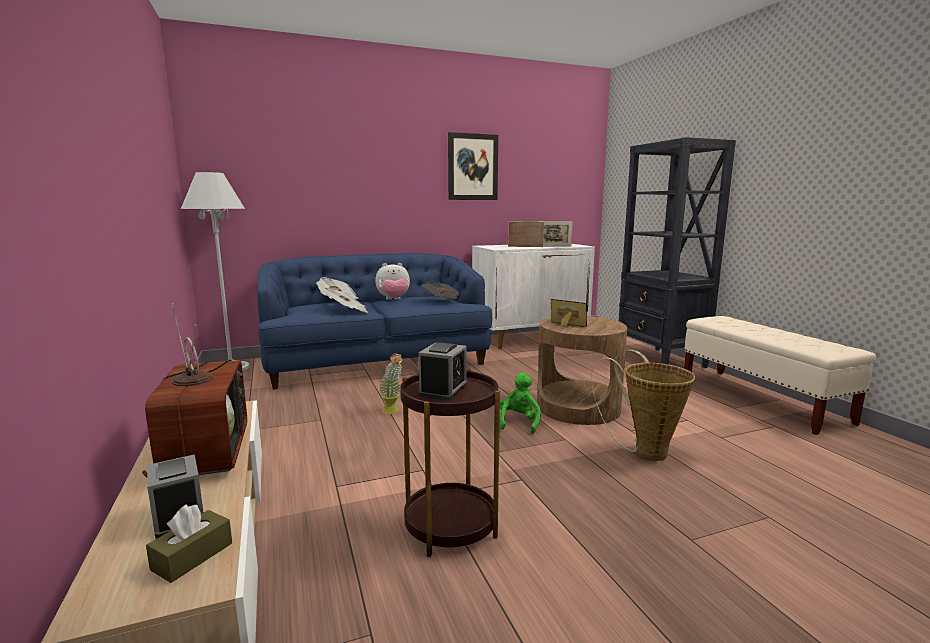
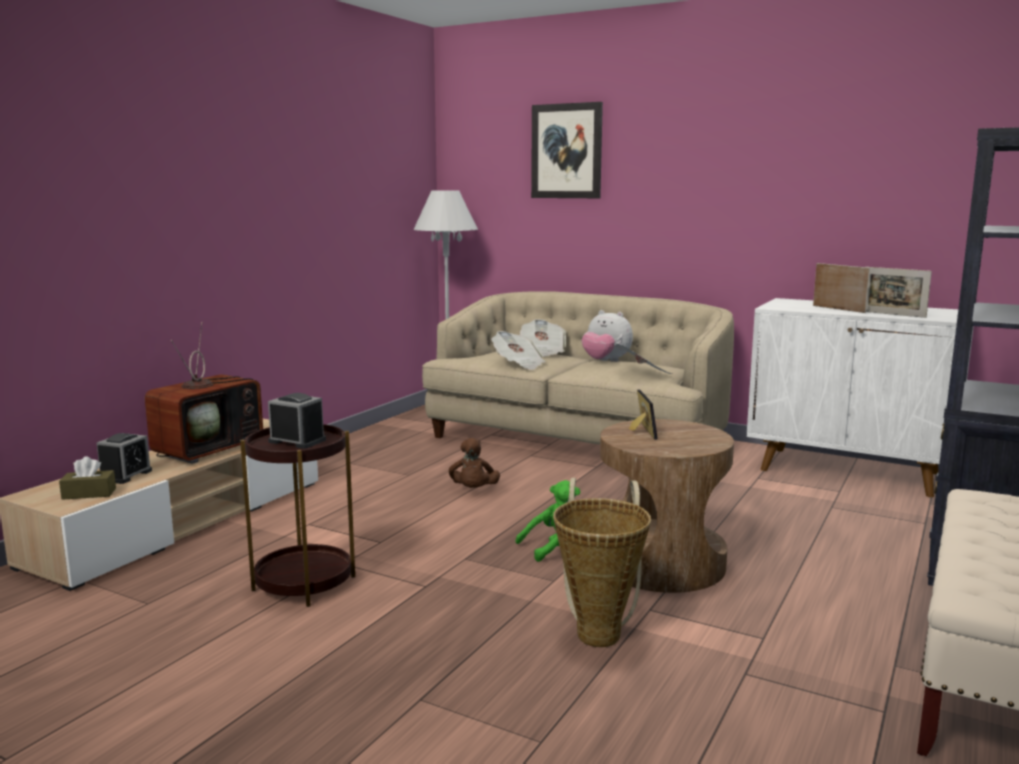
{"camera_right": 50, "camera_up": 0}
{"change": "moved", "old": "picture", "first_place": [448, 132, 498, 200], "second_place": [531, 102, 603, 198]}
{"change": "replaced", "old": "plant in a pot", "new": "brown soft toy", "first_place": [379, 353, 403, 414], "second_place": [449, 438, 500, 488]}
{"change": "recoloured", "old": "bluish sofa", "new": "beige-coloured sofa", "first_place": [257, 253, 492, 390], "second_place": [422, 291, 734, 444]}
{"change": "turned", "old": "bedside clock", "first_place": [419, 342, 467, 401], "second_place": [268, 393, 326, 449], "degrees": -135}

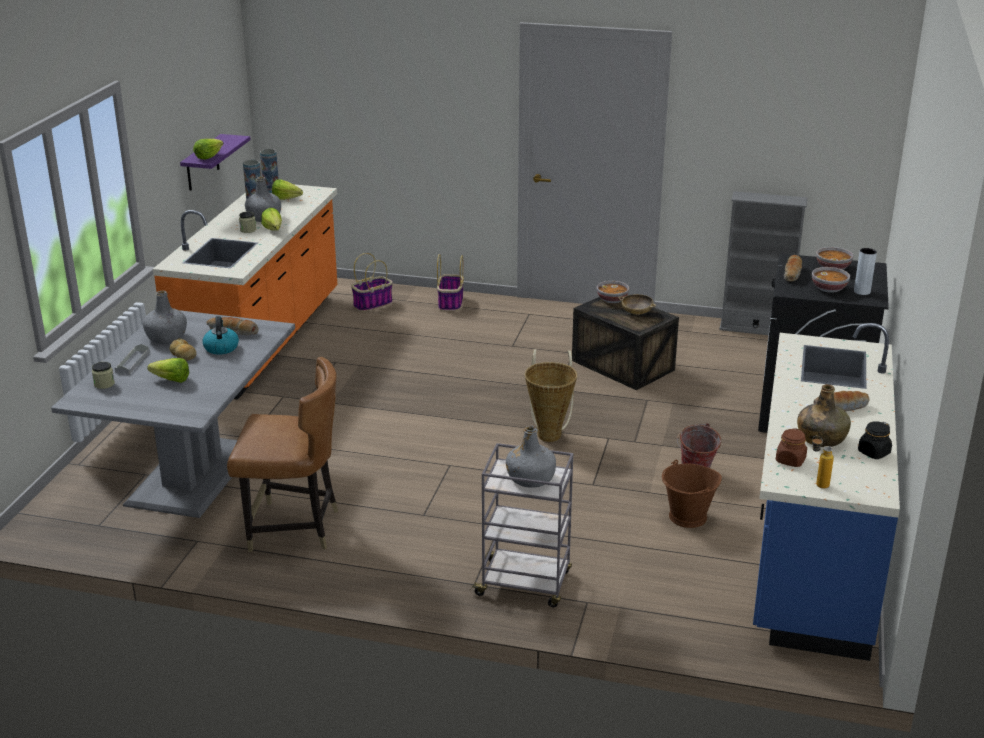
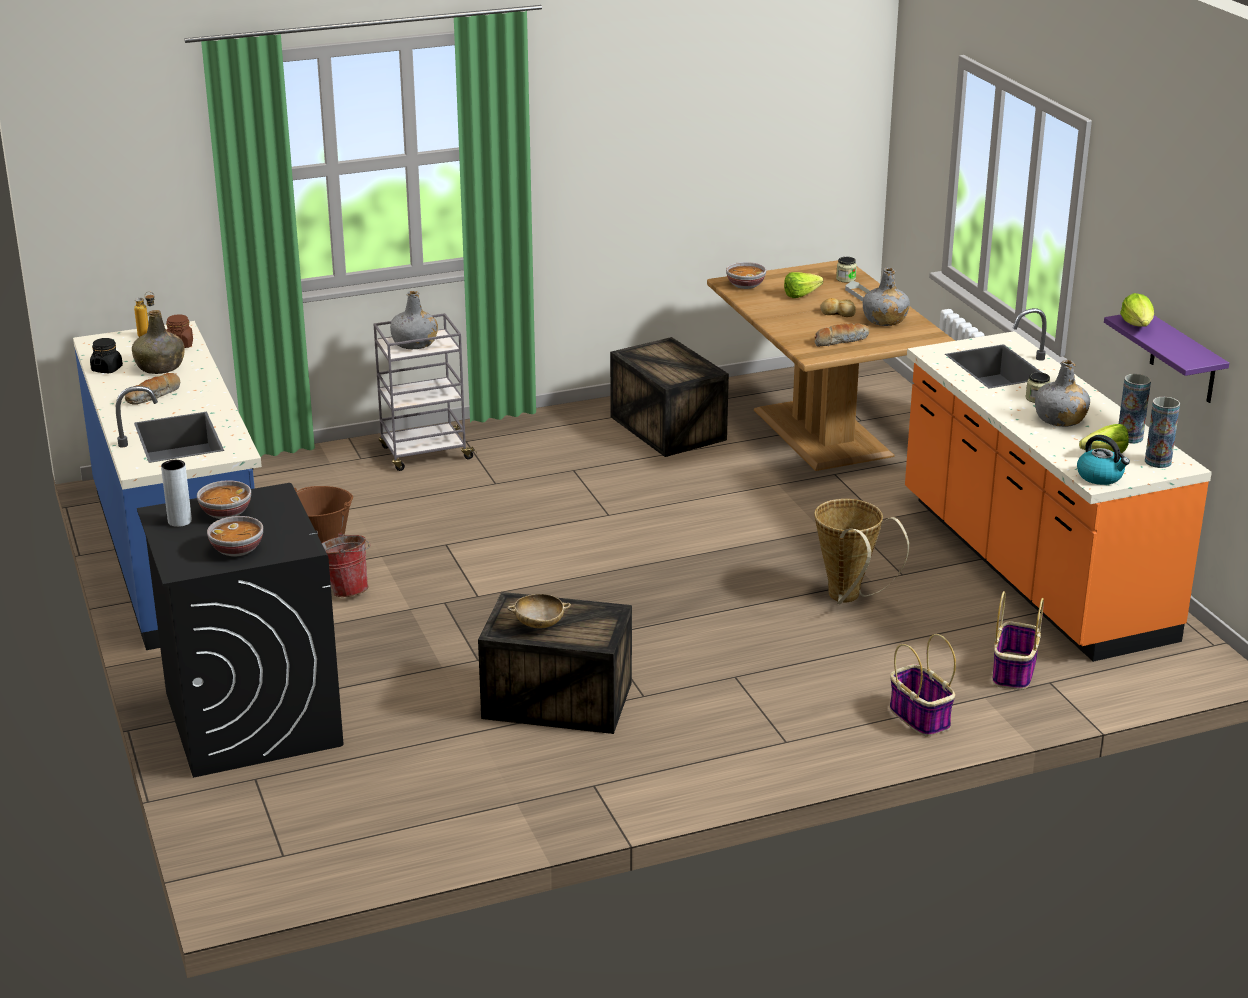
{"camera_right": 145, "camera_up": 0}
{"change": "removed", "old": "head of lettuce", "first_place": [261, 208, 282, 231]}
{"change": "removed", "old": "grey bookcase", "first_place": [719, 191, 808, 335]}
{"change": "removed", "old": "bread", "first_place": [784, 255, 802, 281]}
{"change": "moved", "old": "water kettle", "first_place": [202, 316, 239, 355], "second_place": [1077, 435, 1130, 485]}
{"change": "moved", "old": "basket", "first_place": [525, 349, 577, 442], "second_place": [814, 499, 909, 604]}
{"change": "moved", "old": "bowl", "first_place": [597, 281, 629, 303], "second_place": [726, 262, 766, 289]}
{"change": "replaced", "old": "brown plain chair", "new": "crate", "first_place": [227, 357, 338, 552], "second_place": [610, 337, 729, 457]}
{"change": "recoloured", "old": "grey dining table", "new": "brown dining table", "first_place": [51, 310, 295, 518], "second_place": [707, 260, 955, 471]}

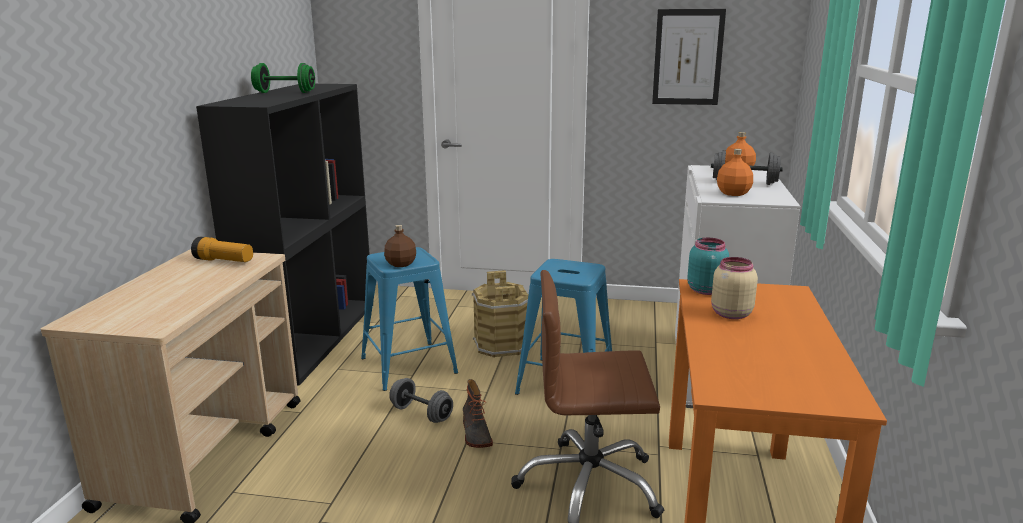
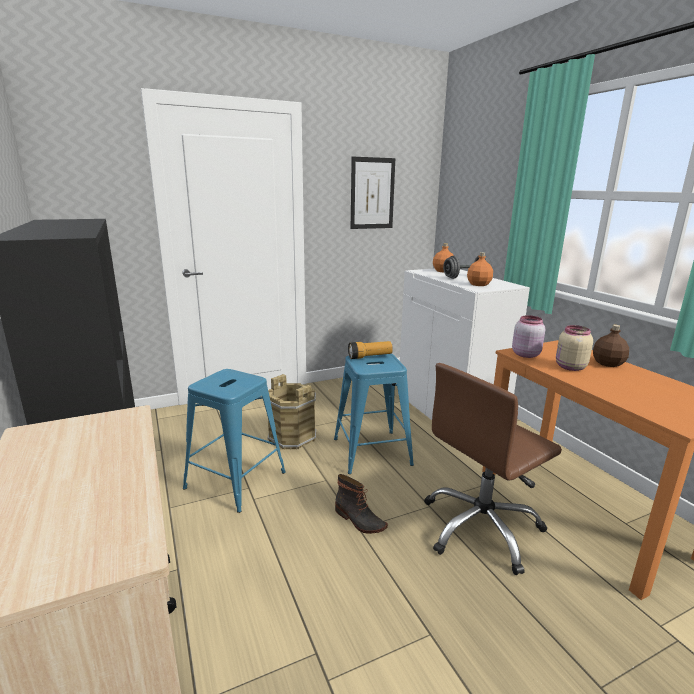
{"camera_right": -35, "camera_up": 0}
{"change": "removed", "old": "green-coloured hand weight", "first_place": [251, 63, 315, 93]}
{"change": "removed", "old": "grey hand weight", "first_place": [389, 378, 453, 423]}
{"change": "moved", "old": "torch", "first_place": [191, 237, 253, 262], "second_place": [348, 341, 393, 359]}
{"change": "moved", "old": "brown bottle", "first_place": [384, 225, 416, 267], "second_place": [593, 325, 629, 367]}
{"change": "recoloured", "old": "turquoise-coloured storage jar", "new": "pink storage jar", "first_place": [687, 238, 729, 295], "second_place": [512, 315, 545, 358]}

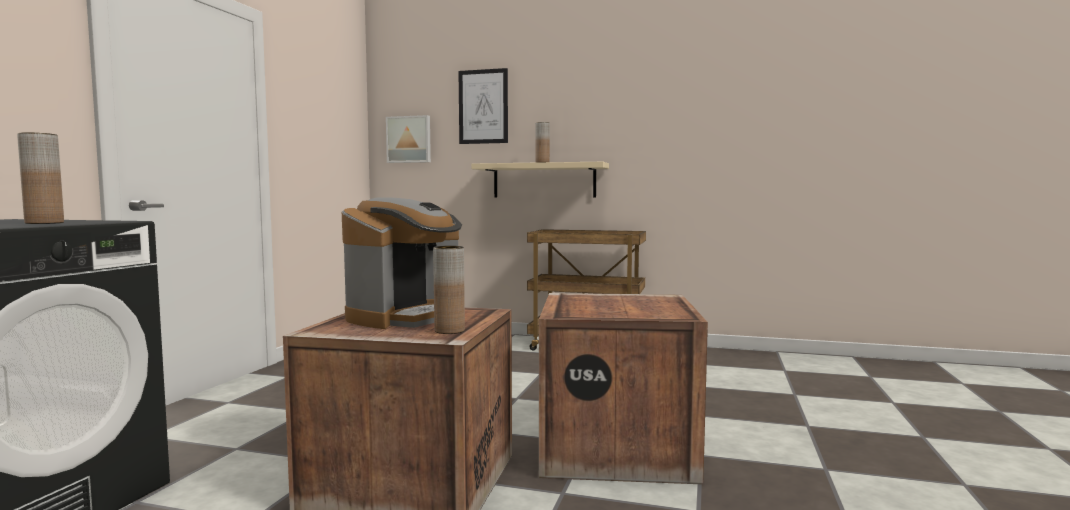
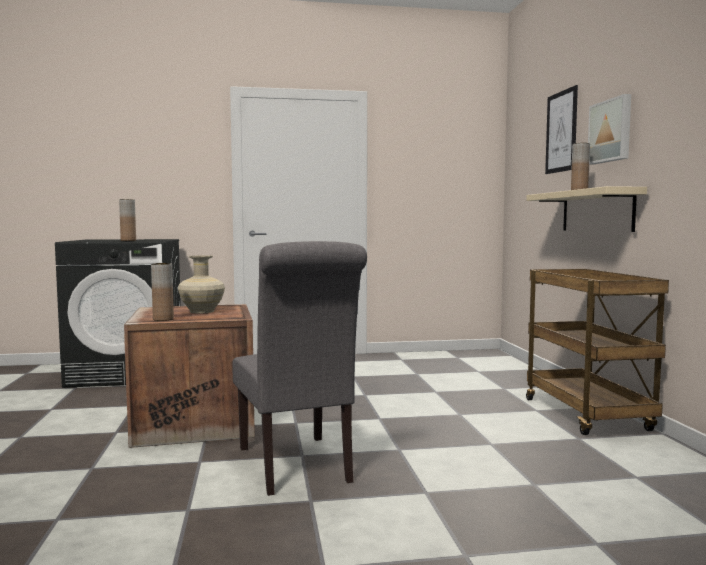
{"camera_right": 65, "camera_up": 0}
{"change": "moved", "old": "picture", "first_place": [386, 115, 431, 163], "second_place": [588, 94, 631, 165]}
{"change": "replaced", "old": "coffee brewer", "new": "beige-coloured decorative vase", "first_place": [342, 197, 462, 329], "second_place": [178, 255, 225, 313]}
{"change": "replaced", "old": "crate", "new": "grey plain chair", "first_place": [539, 293, 708, 484], "second_place": [232, 241, 367, 496]}

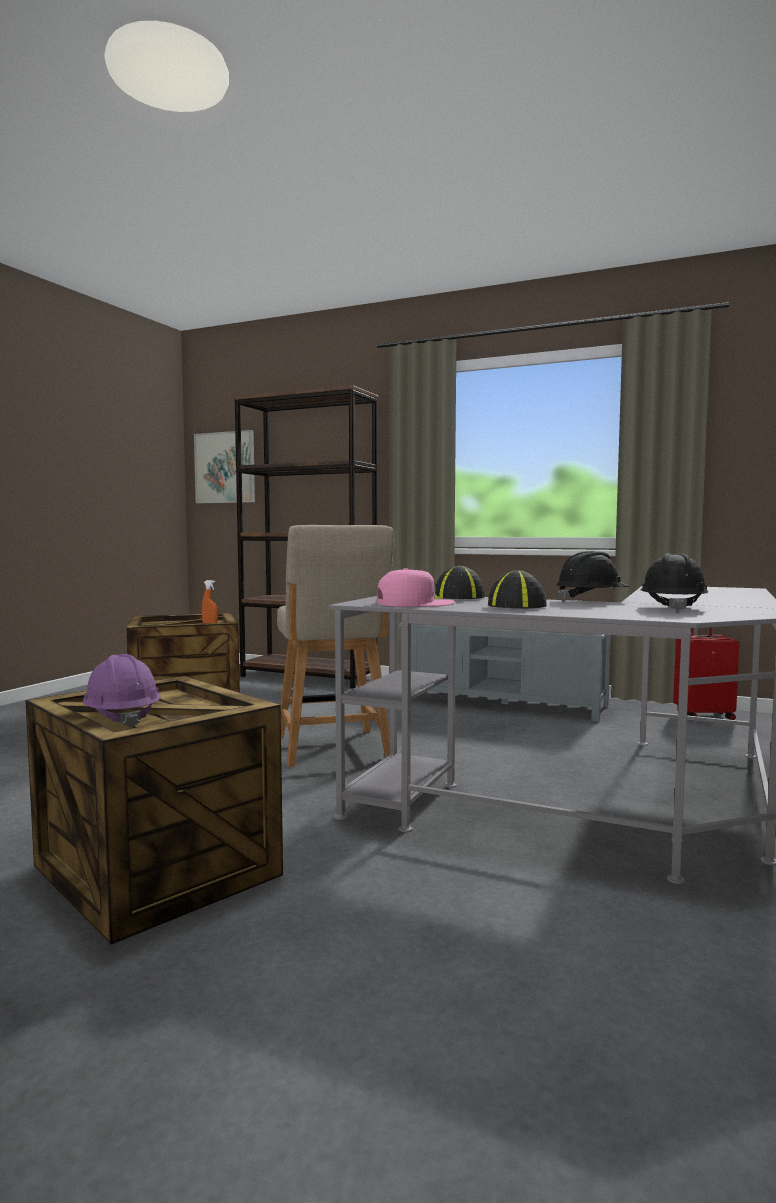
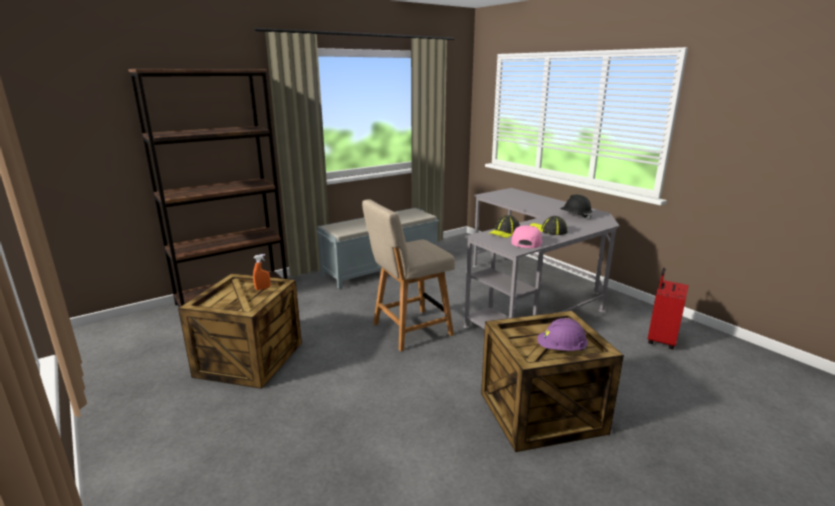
{"camera_right": -60, "camera_up": 15}
{"change": "removed", "old": "picture", "first_place": [194, 430, 255, 503]}
{"change": "removed", "old": "black hard hat", "first_place": [556, 551, 630, 602]}
{"change": "moved", "old": "red suitcase", "first_place": [673, 627, 740, 720], "second_place": [648, 268, 689, 349]}
{"change": "turned", "old": "beige-coloured plain chair", "first_place": [277, 525, 394, 767], "second_place": [362, 199, 455, 351], "degrees": 135}

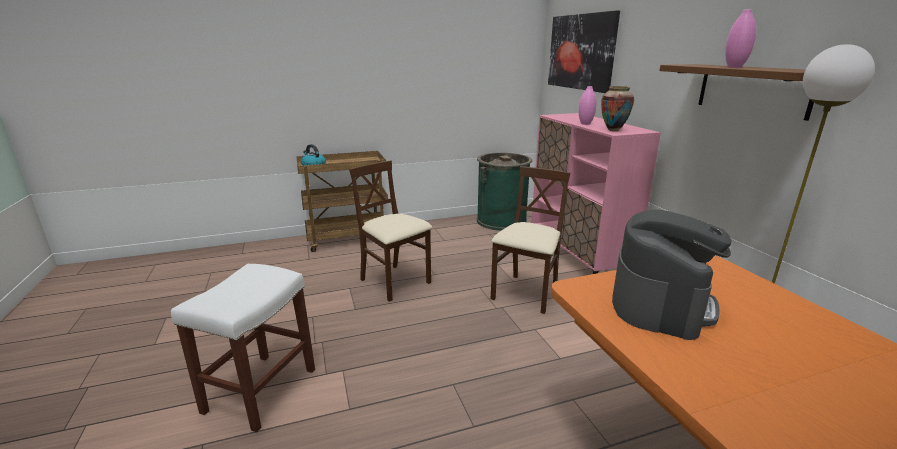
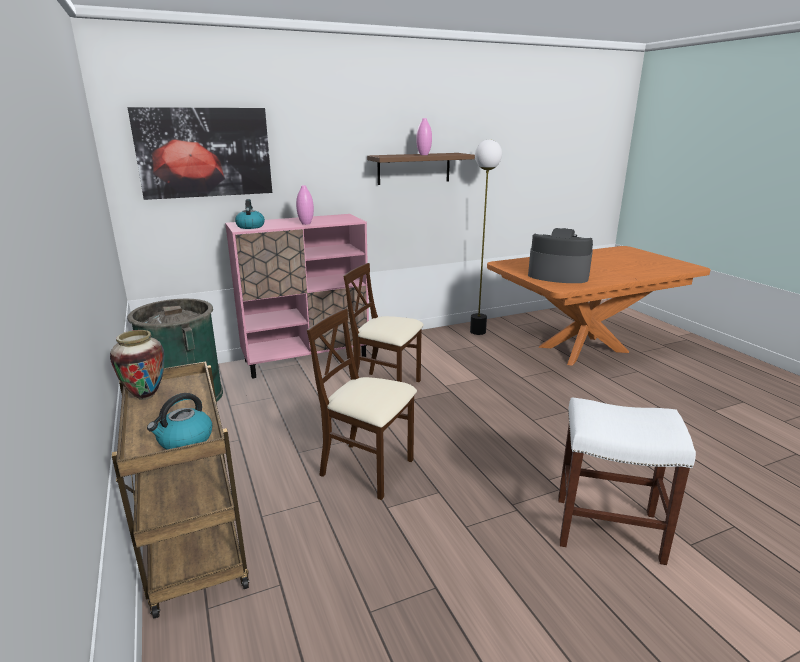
{"camera_right": -95, "camera_up": 0}
{"change": "added", "new": "water kettle", "second_place": [235, 199, 265, 229]}
{"change": "moved", "old": "decorative vase", "first_place": [601, 86, 634, 131], "second_place": [110, 330, 164, 400]}
{"change": "turned", "old": "beige-coloured plain chair", "first_place": [349, 161, 432, 302], "second_place": [307, 309, 417, 500], "degrees": 75}

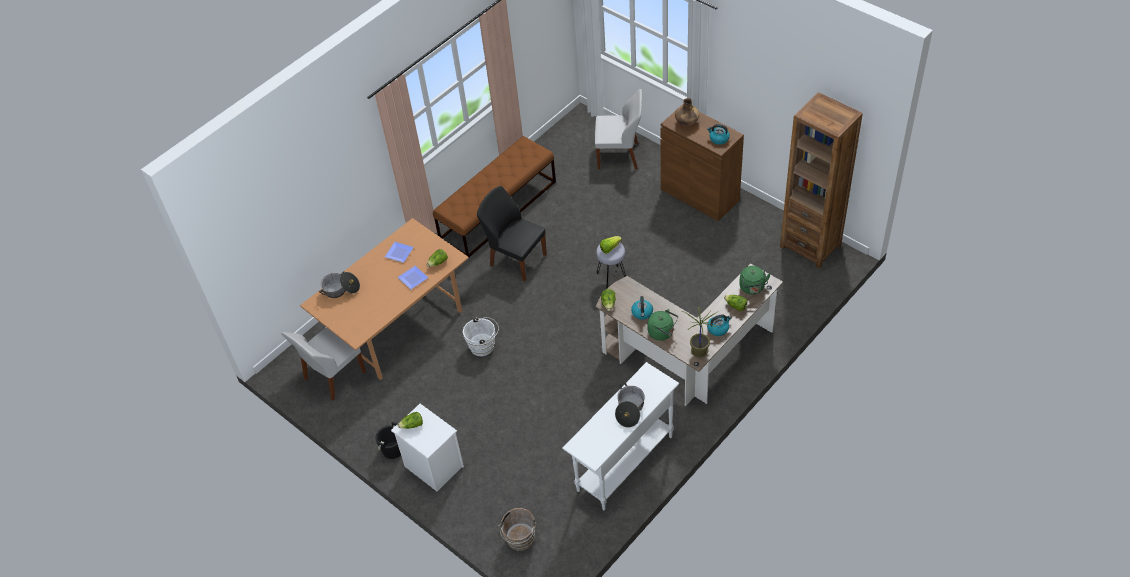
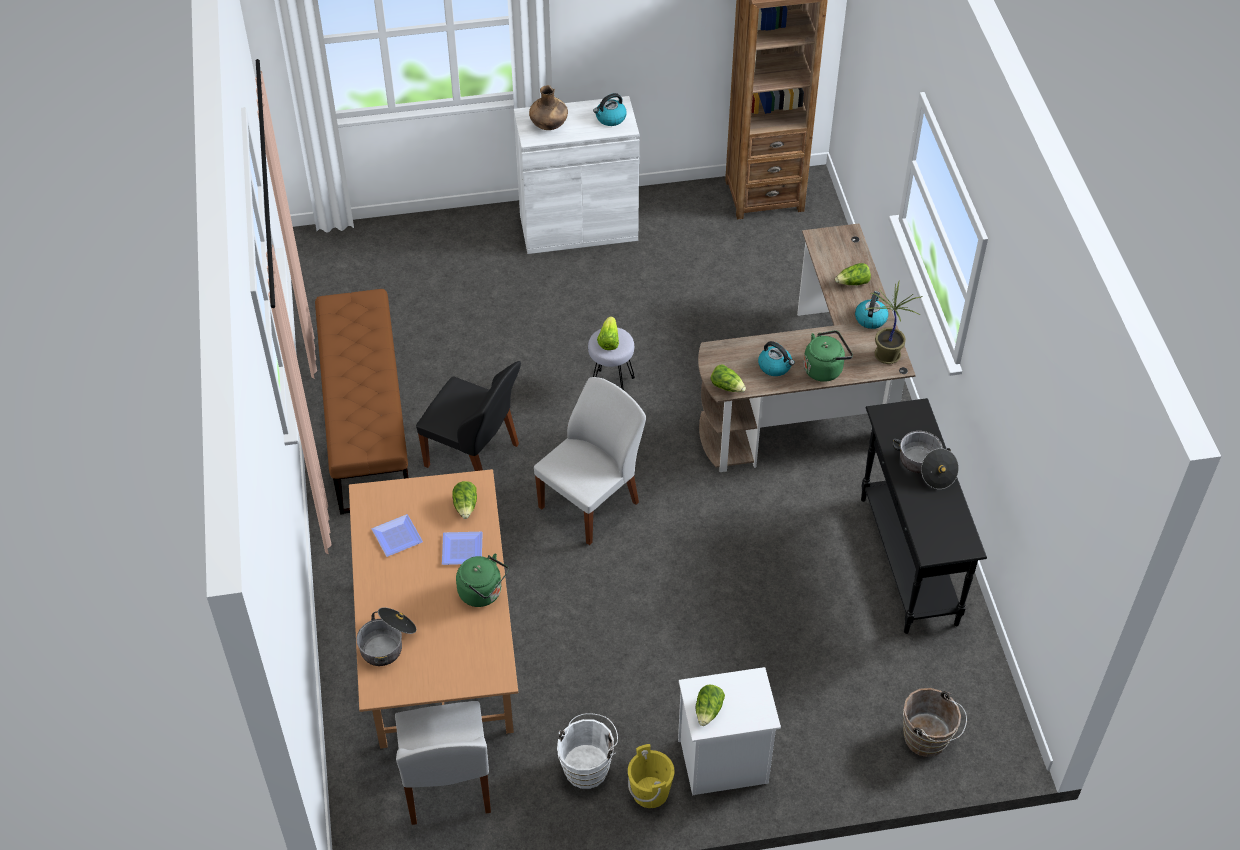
{"camera_right": -55, "camera_up": 0}
{"change": "moved", "old": "white pail", "first_place": [463, 317, 499, 356], "second_place": [557, 713, 618, 789]}
{"change": "moved", "old": "white plain chair", "first_place": [595, 89, 642, 169], "second_place": [534, 377, 646, 545]}
{"change": "moved", "old": "green-coloured water kettle", "first_place": [739, 266, 771, 295], "second_place": [456, 554, 509, 607]}
{"change": "recoloured", "old": "black pail", "new": "yellowish pail", "first_place": [375, 422, 401, 459], "second_place": [628, 744, 674, 808]}
{"change": "recoloured", "old": "white hall table", "new": "black hall table", "first_place": [562, 362, 679, 510], "second_place": [861, 398, 987, 634]}
{"change": "recoloured", "old": "brown cupboard", "new": "white cupboard", "first_place": [660, 104, 744, 221], "second_place": [514, 96, 639, 254]}
{"change": "turned", "old": "black plain chair", "first_place": [477, 186, 547, 281], "second_place": [416, 361, 521, 471], "degrees": -135}

